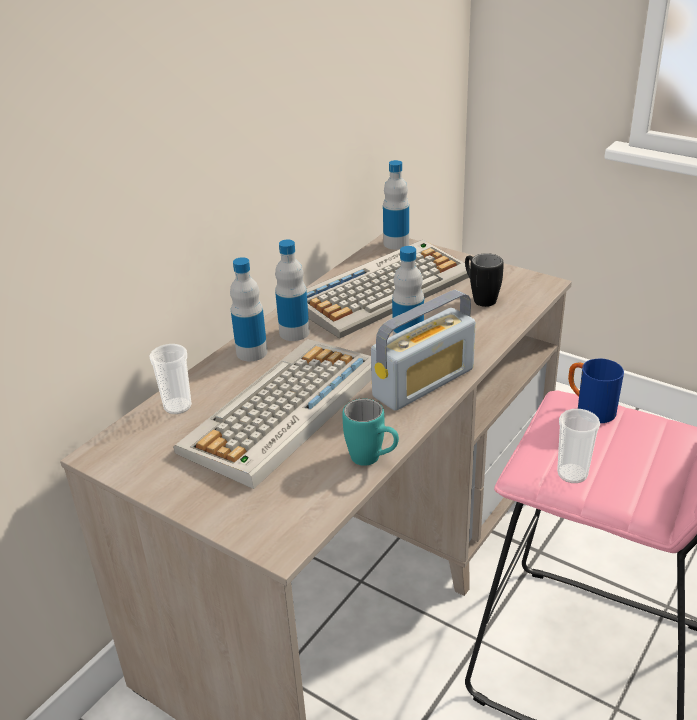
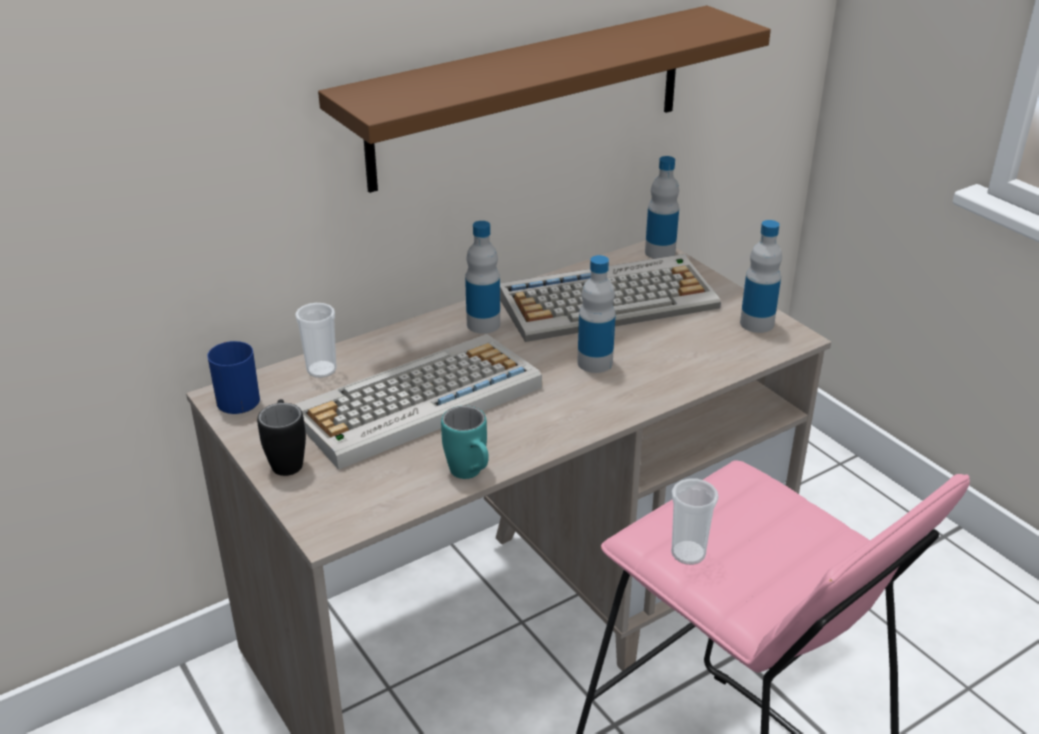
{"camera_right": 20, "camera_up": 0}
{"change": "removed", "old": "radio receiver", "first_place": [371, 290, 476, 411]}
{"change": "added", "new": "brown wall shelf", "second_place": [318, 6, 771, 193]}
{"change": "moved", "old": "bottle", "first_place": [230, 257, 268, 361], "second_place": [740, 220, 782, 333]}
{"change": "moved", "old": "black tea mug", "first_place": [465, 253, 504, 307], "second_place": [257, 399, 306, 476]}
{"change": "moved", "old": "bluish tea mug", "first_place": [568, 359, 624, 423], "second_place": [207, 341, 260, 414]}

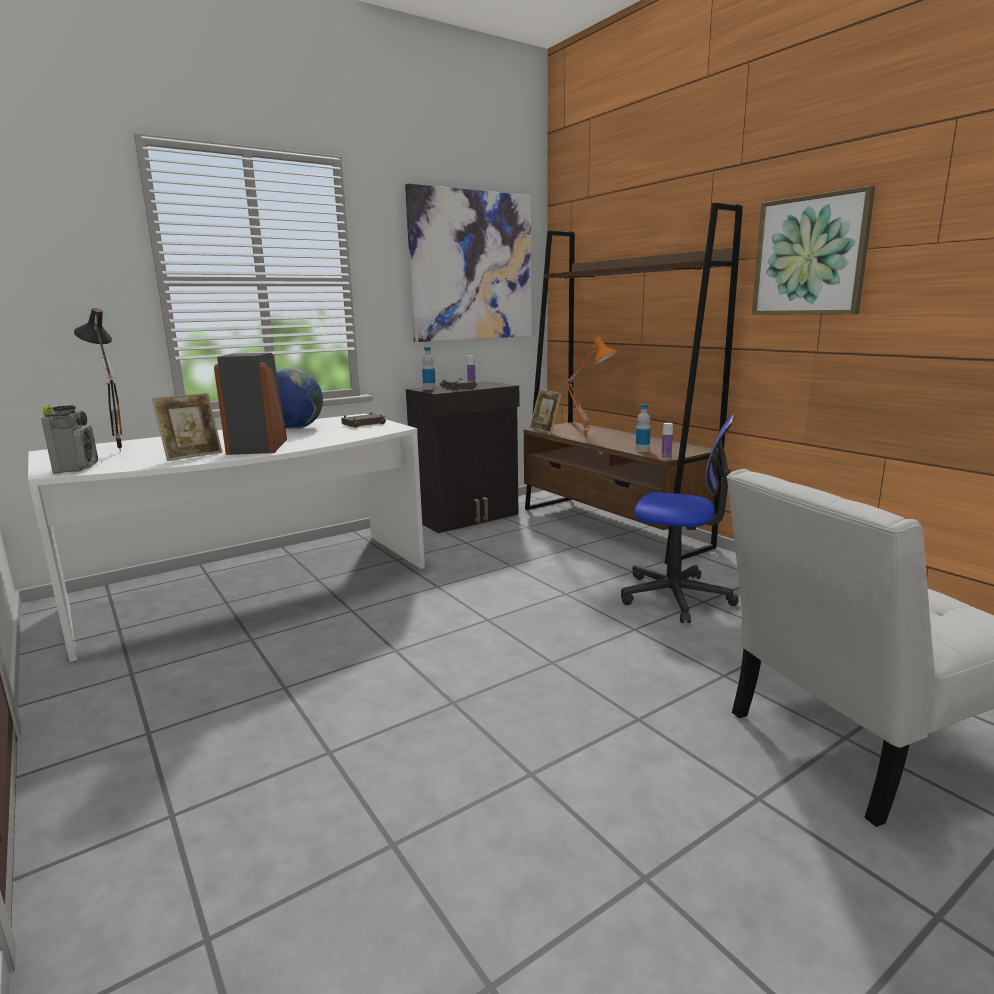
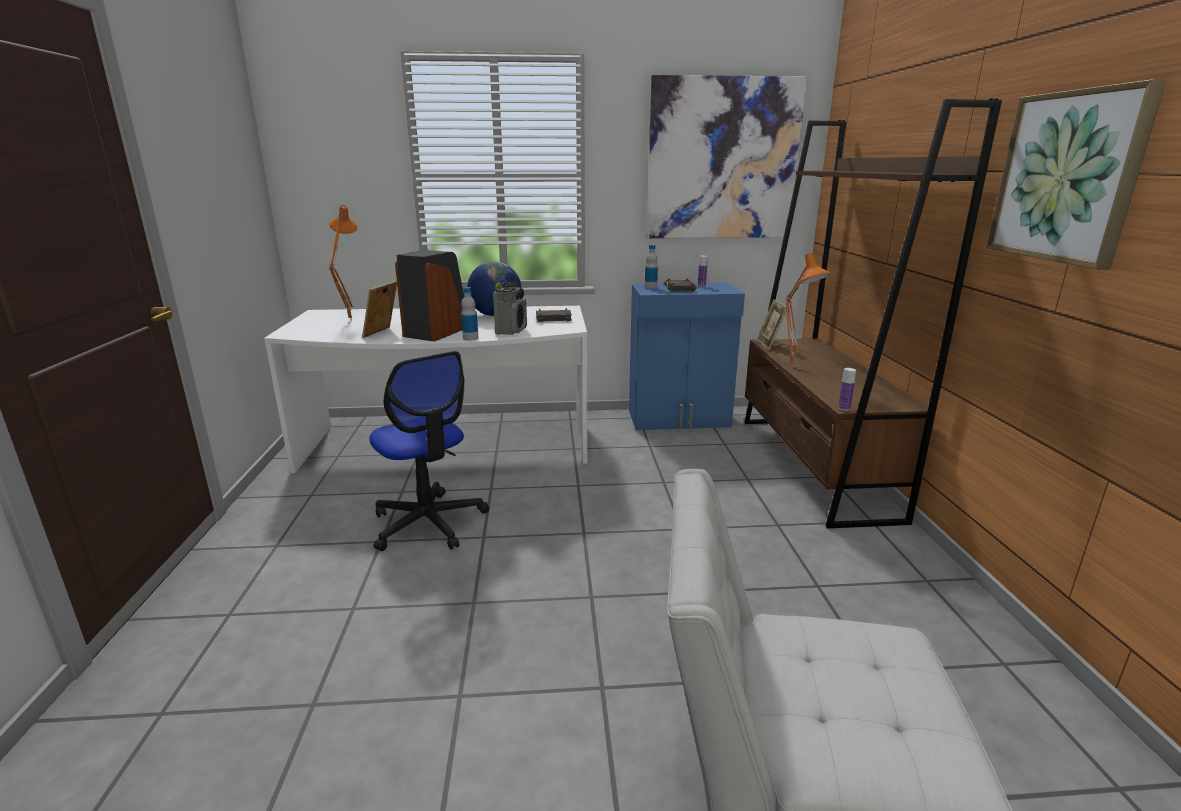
{"camera_right": 30, "camera_up": 5}
{"change": "moved", "old": "radio receiver", "first_place": [41, 405, 98, 474], "second_place": [493, 282, 527, 335]}
{"change": "moved", "old": "computer chair", "first_place": [621, 414, 739, 623], "second_place": [369, 351, 489, 551]}
{"change": "moved", "old": "bottle", "first_place": [635, 404, 651, 452], "second_place": [461, 287, 479, 341]}
{"change": "recoloured", "old": "black table lamp", "new": "orange table lamp", "first_place": [74, 308, 122, 452], "second_place": [328, 204, 357, 321]}
{"change": "recoloured", "old": "black cupboard", "new": "bluish cupboard", "first_place": [406, 381, 520, 533], "second_place": [629, 283, 745, 430]}
{"change": "turned", "old": "standing frame", "first_place": [152, 393, 223, 461], "second_place": [362, 281, 397, 338], "degrees": 120}

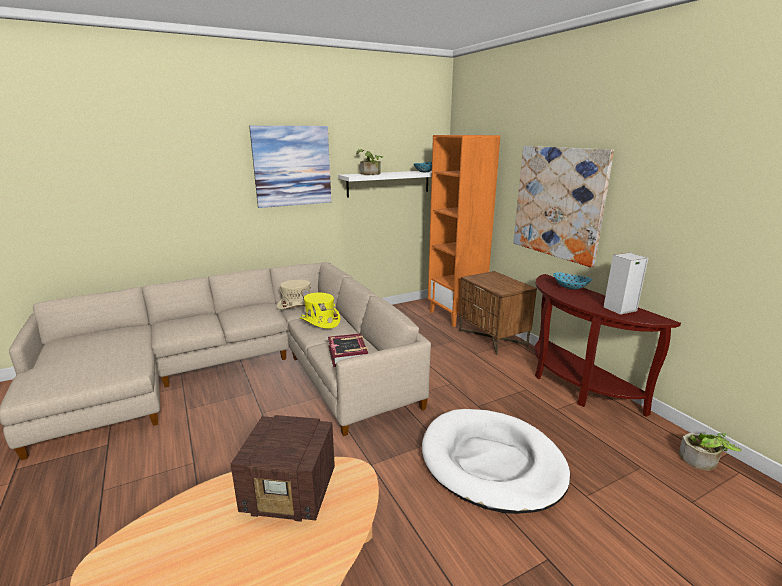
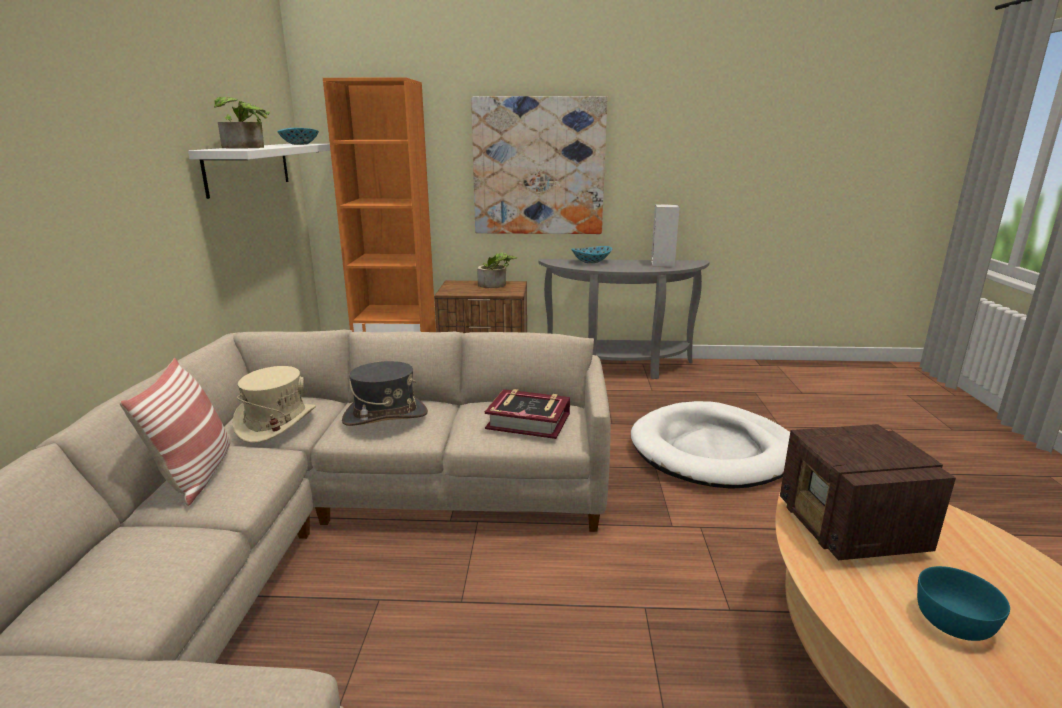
{"camera_right": -60, "camera_up": 0}
{"change": "removed", "old": "picture", "first_place": [249, 126, 331, 208]}
{"change": "added", "new": "cushion", "second_place": [120, 358, 230, 506]}
{"change": "added", "new": "turquoise-coloured bowl", "second_place": [917, 566, 1010, 641]}
{"change": "moved", "old": "plant in a pot", "first_place": [679, 433, 742, 471], "second_place": [477, 252, 518, 288]}
{"change": "recoloured", "old": "yellowish clothing hat", "new": "grey clothing hat", "first_place": [300, 293, 340, 329], "second_place": [342, 361, 428, 426]}
{"change": "recoloured", "old": "brown hall table", "new": "grey hall table", "first_place": [534, 274, 681, 417], "second_place": [539, 259, 710, 379]}
{"change": "turned", "old": "radio receiver", "first_place": [231, 415, 335, 522], "second_place": [780, 424, 956, 560], "degrees": 135}

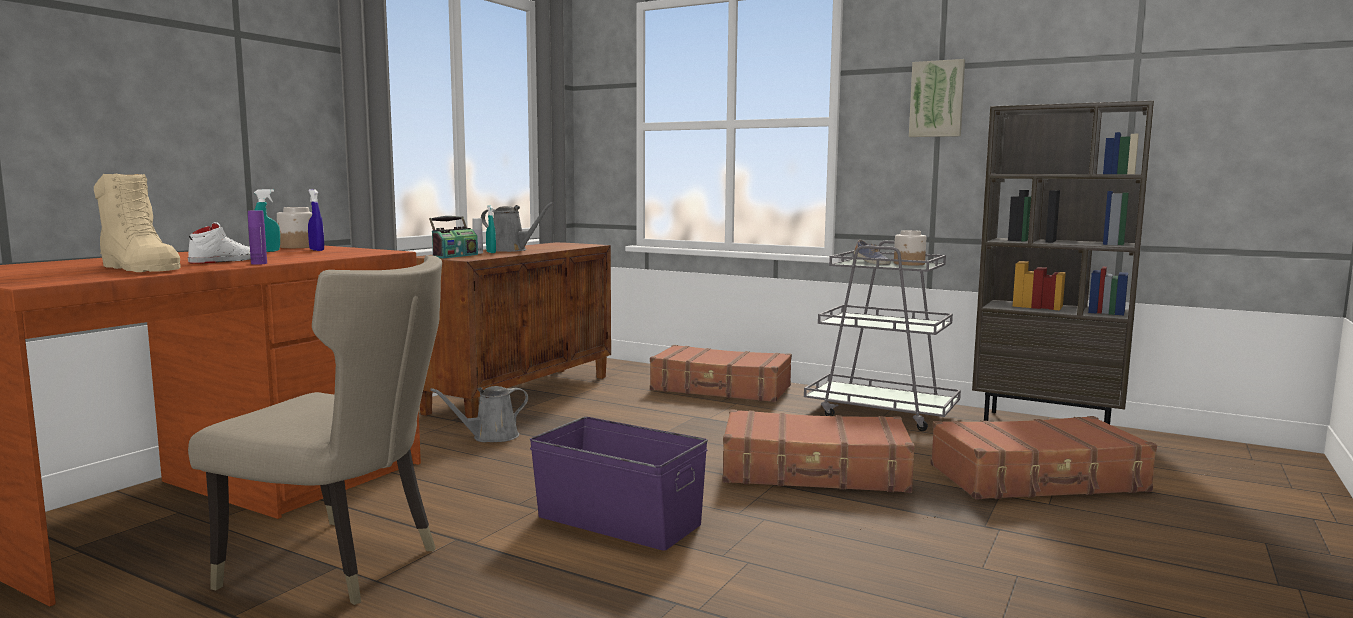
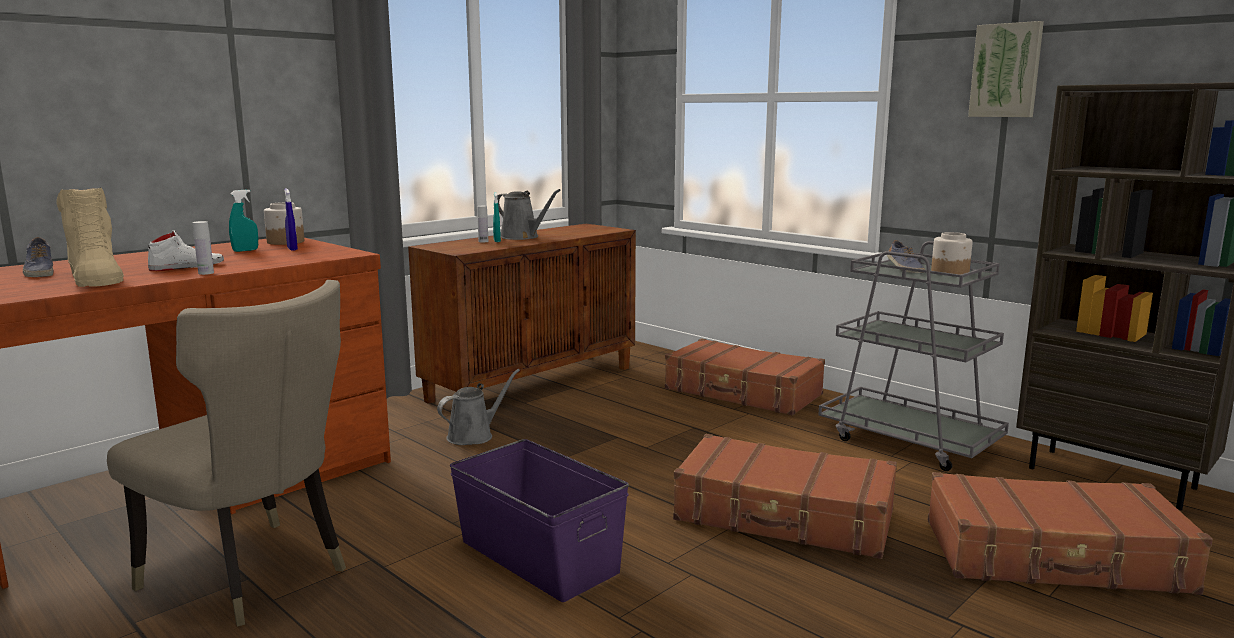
{"camera_right": 15, "camera_up": 5}
{"change": "removed", "old": "radio receiver", "first_place": [429, 216, 478, 258]}
{"change": "added", "new": "shoe", "second_place": [23, 237, 54, 277]}
{"change": "recoloured", "old": "purple-coloured bottle", "new": "white bottle", "first_place": [248, 210, 267, 265], "second_place": [193, 221, 214, 275]}
{"change": "turned", "old": "grey sprinkling can", "first_place": [430, 386, 528, 442], "second_place": [437, 369, 520, 445], "degrees": 150}

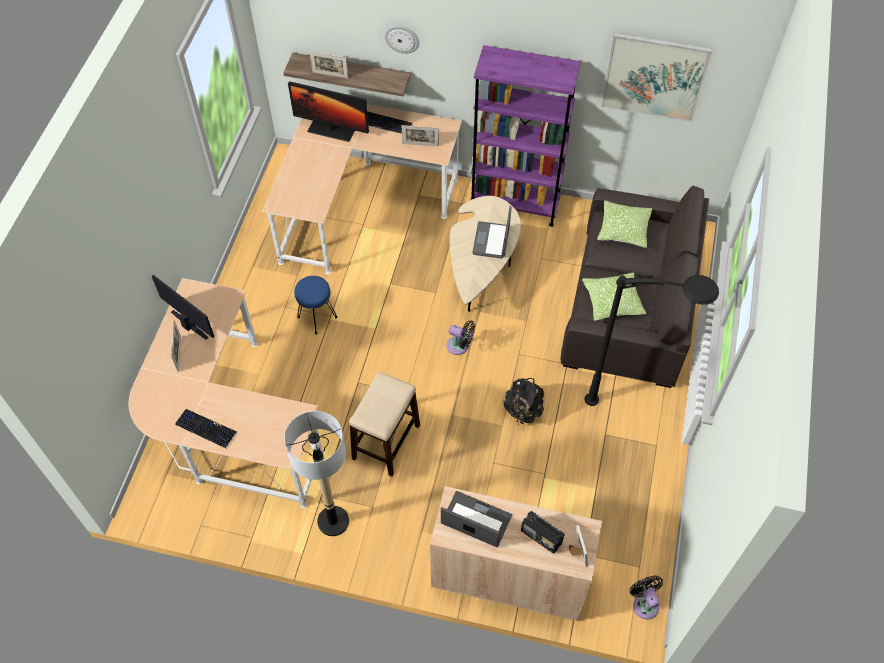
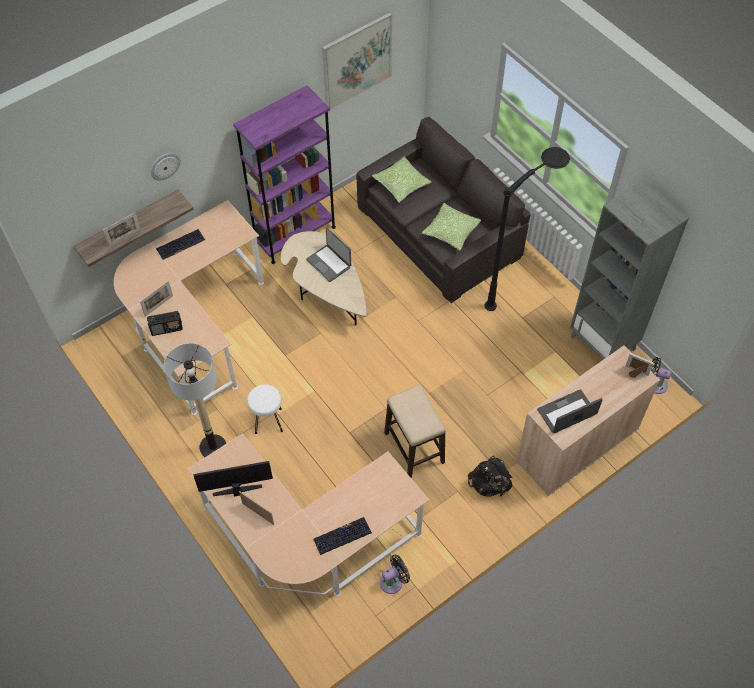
{"camera_right": -50, "camera_up": 0}
{"change": "removed", "old": "monitor", "first_place": [288, 81, 369, 142]}
{"change": "added", "new": "grey bookcase", "second_place": [570, 180, 689, 360]}
{"change": "moved", "old": "floor lamp", "first_place": [284, 411, 349, 536], "second_place": [164, 343, 226, 457]}
{"change": "moved", "old": "standing frame", "first_place": [401, 125, 439, 147], "second_place": [140, 281, 173, 317]}
{"change": "moved", "old": "black cooling fan", "first_place": [446, 320, 475, 355], "second_place": [380, 555, 410, 594]}
{"change": "moved", "old": "black knapsack", "first_place": [503, 378, 544, 424], "second_place": [468, 456, 512, 497]}
{"change": "moved", "old": "radio receiver", "first_place": [521, 511, 565, 554], "second_place": [147, 311, 183, 336]}
{"change": "recoloured", "old": "bluish stool", "new": "white stool", "first_place": [294, 276, 337, 334], "second_place": [247, 384, 283, 434]}

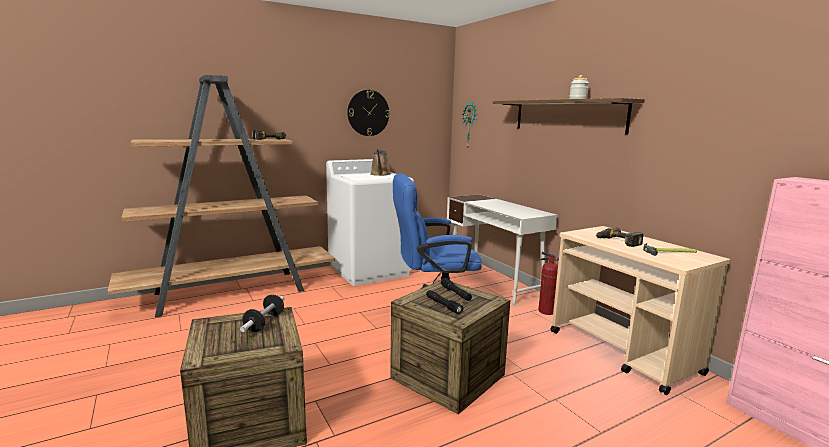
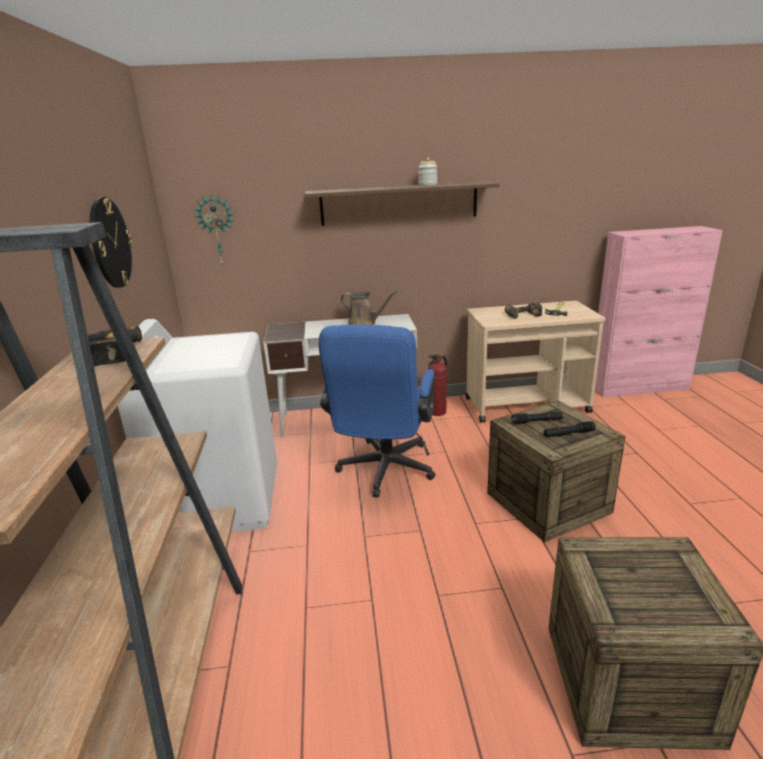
{"camera_right": -65, "camera_up": 10}
{"change": "removed", "old": "hand weight", "first_place": [240, 295, 285, 332]}
{"change": "moved", "old": "brown sprinkling can", "first_place": [370, 149, 391, 176], "second_place": [340, 291, 397, 325]}

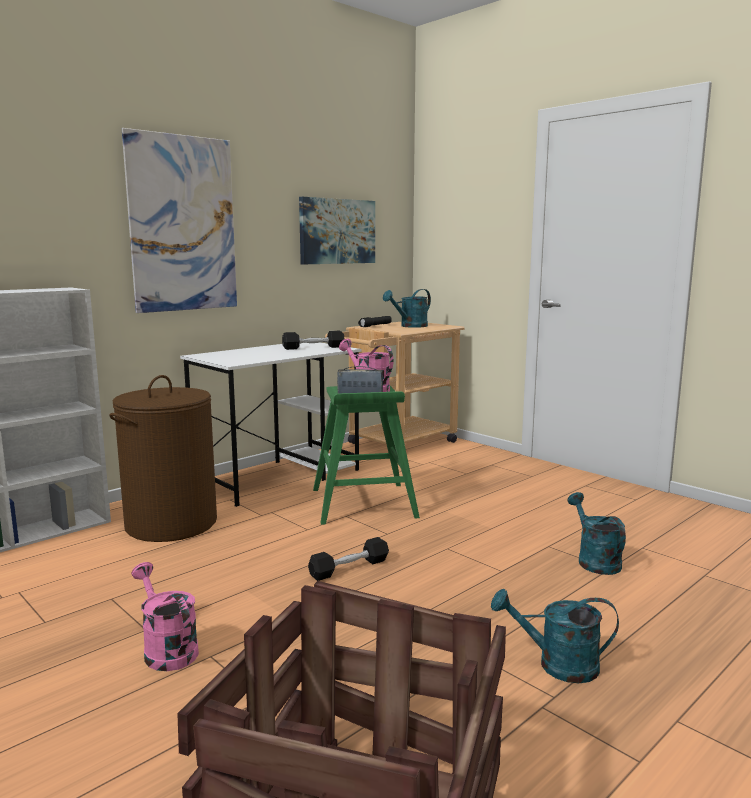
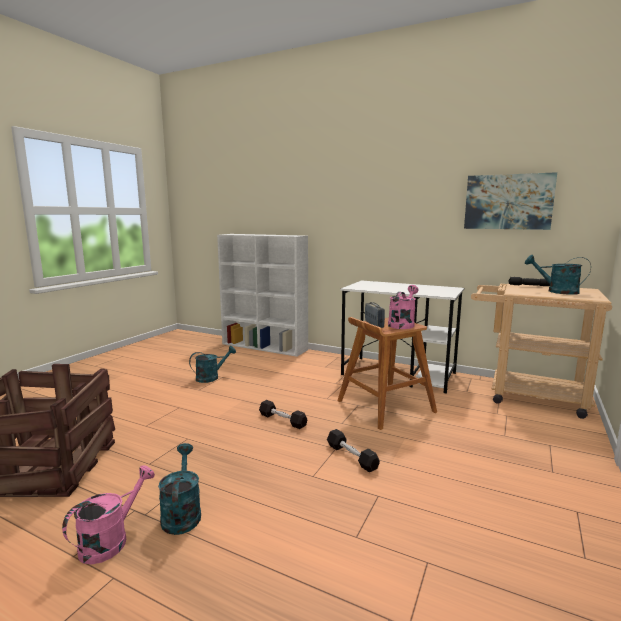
{"camera_right": 70, "camera_up": 0}
{"change": "removed", "old": "brown washing basket", "first_place": [109, 375, 217, 542]}
{"change": "removed", "old": "picture", "first_place": [122, 128, 237, 313]}
{"change": "moved", "old": "pink sprinkling can", "first_place": [131, 562, 199, 671], "second_place": [62, 465, 155, 564]}
{"change": "moved", "old": "black hand weight", "first_place": [282, 331, 345, 350], "second_place": [327, 429, 380, 472]}
{"change": "moved", "old": "turquoise-coloured sprinkling can", "first_place": [567, 492, 626, 575], "second_place": [189, 346, 236, 383]}
{"change": "recoloured", "old": "green-coloured stool", "new": "brown stool", "first_place": [313, 386, 420, 525], "second_place": [337, 317, 437, 430]}

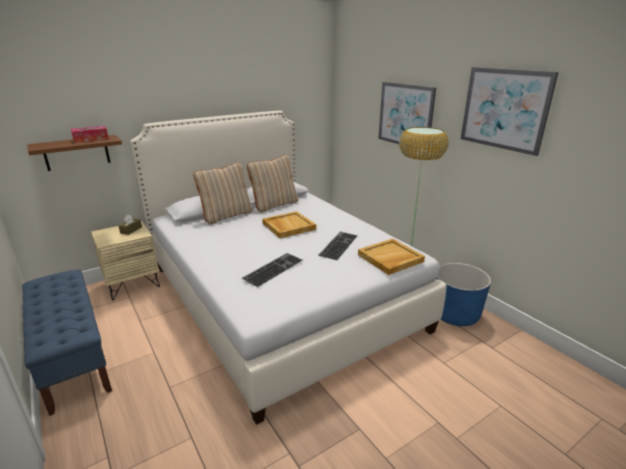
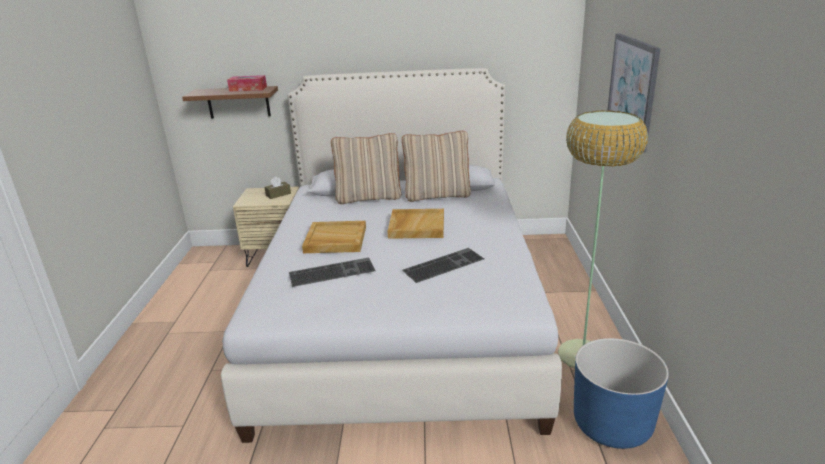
{"camera_right": 35, "camera_up": 0}
{"change": "removed", "old": "bluish bench", "first_place": [22, 270, 112, 416]}
{"change": "removed", "old": "picture", "first_place": [461, 67, 558, 156]}
{"change": "moved", "old": "beige-coloured serving tray", "first_place": [358, 239, 425, 275], "second_place": [302, 221, 366, 253]}

